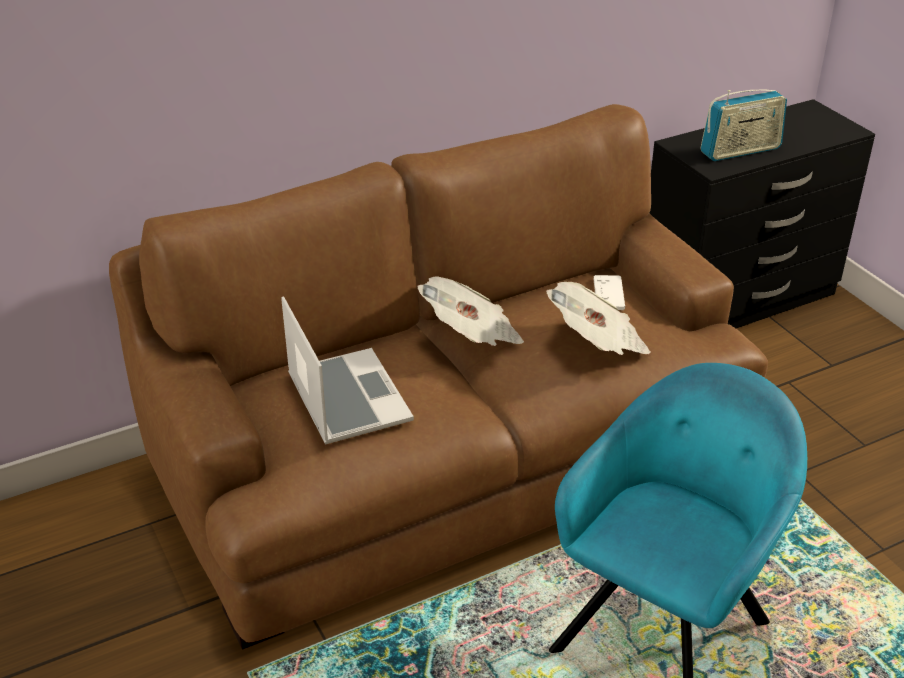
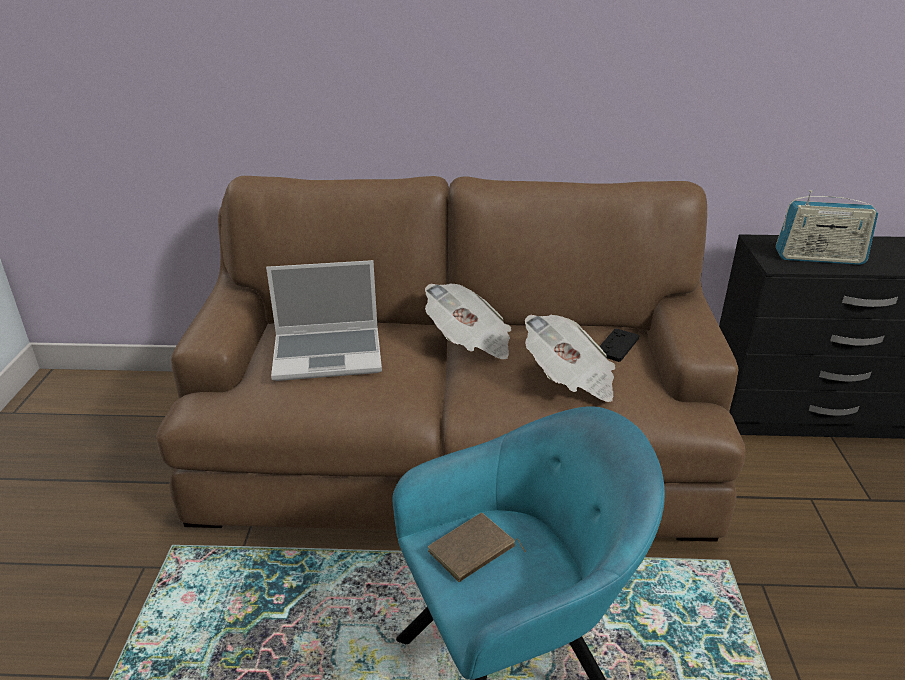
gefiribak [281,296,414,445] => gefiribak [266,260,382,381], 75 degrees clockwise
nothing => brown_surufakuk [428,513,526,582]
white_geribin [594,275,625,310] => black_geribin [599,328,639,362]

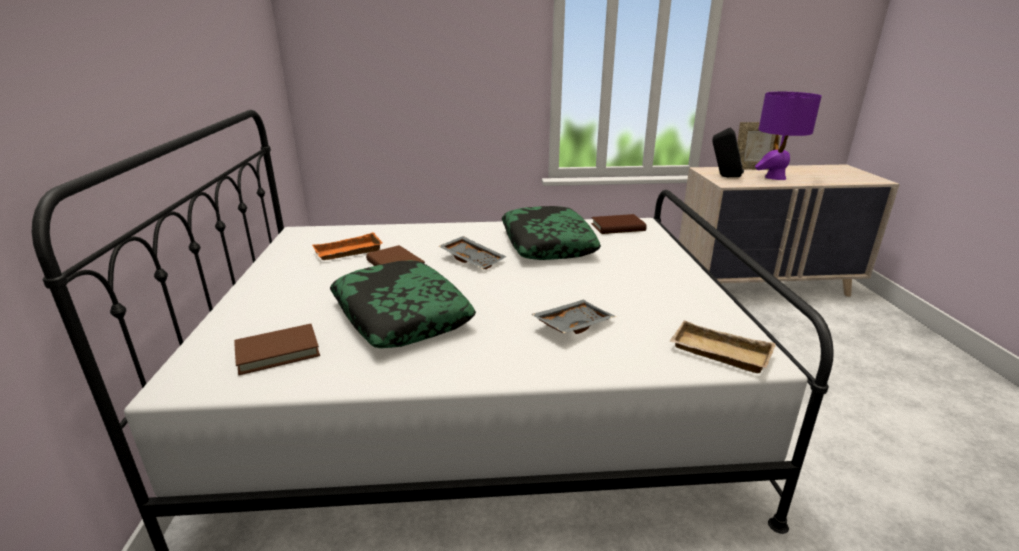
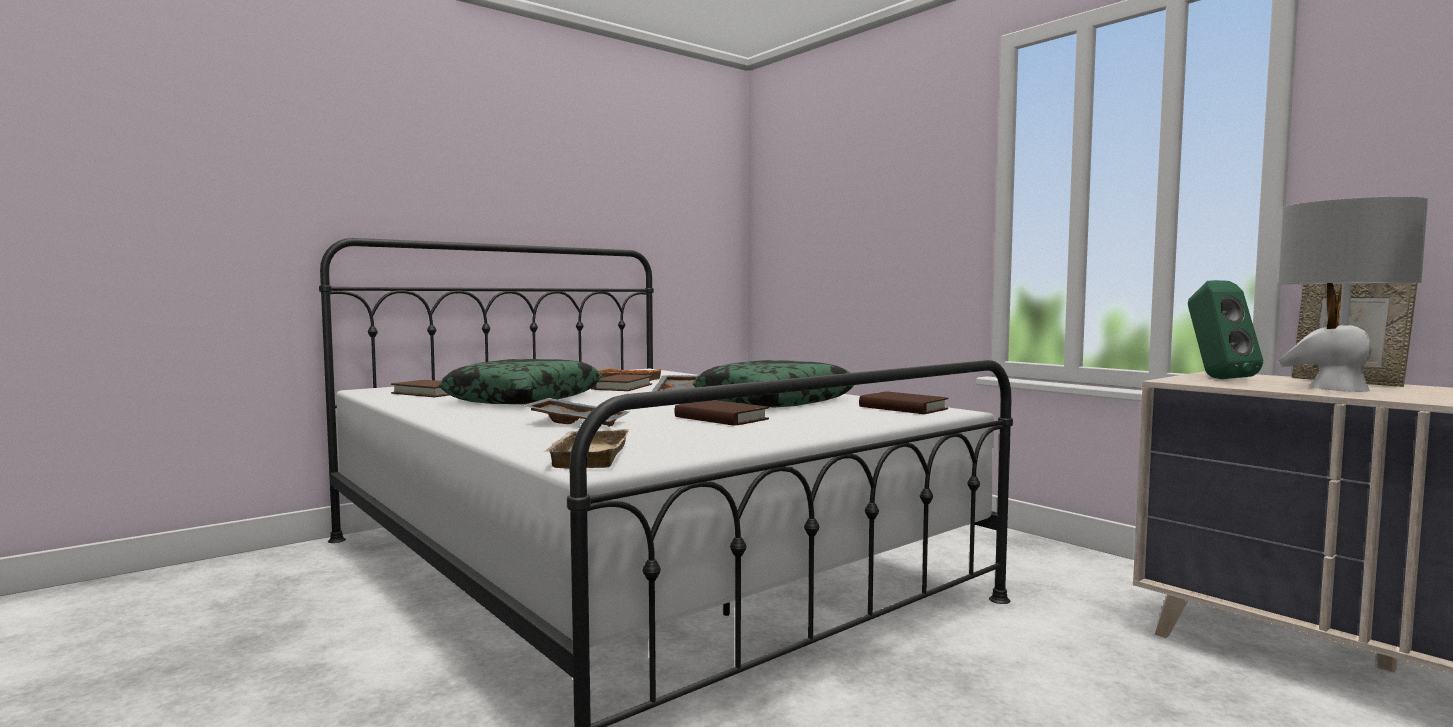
nothing => brown_surufakuk [674,400,769,426]
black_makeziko [712,127,744,177] => green_makeziko [1188,280,1263,379]
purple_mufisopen [755,92,822,180] => grey_mufisopen [1279,197,1428,392]

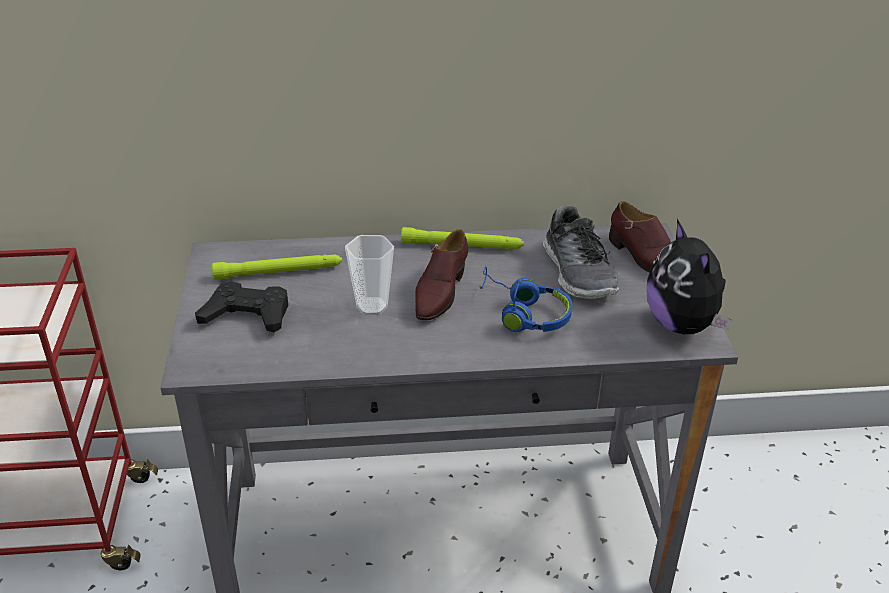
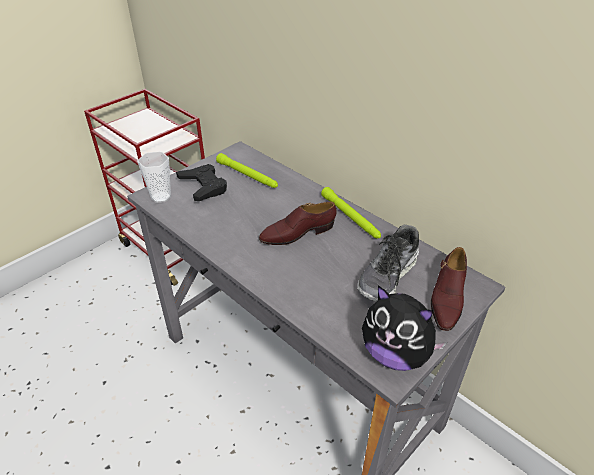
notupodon [345,235,394,315] => notupodon [137,152,171,203], move
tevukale [646,219,732,334] => tevukale [362,285,447,371], 90 degrees counterclockwise
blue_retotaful [479,267,572,332] => nothing

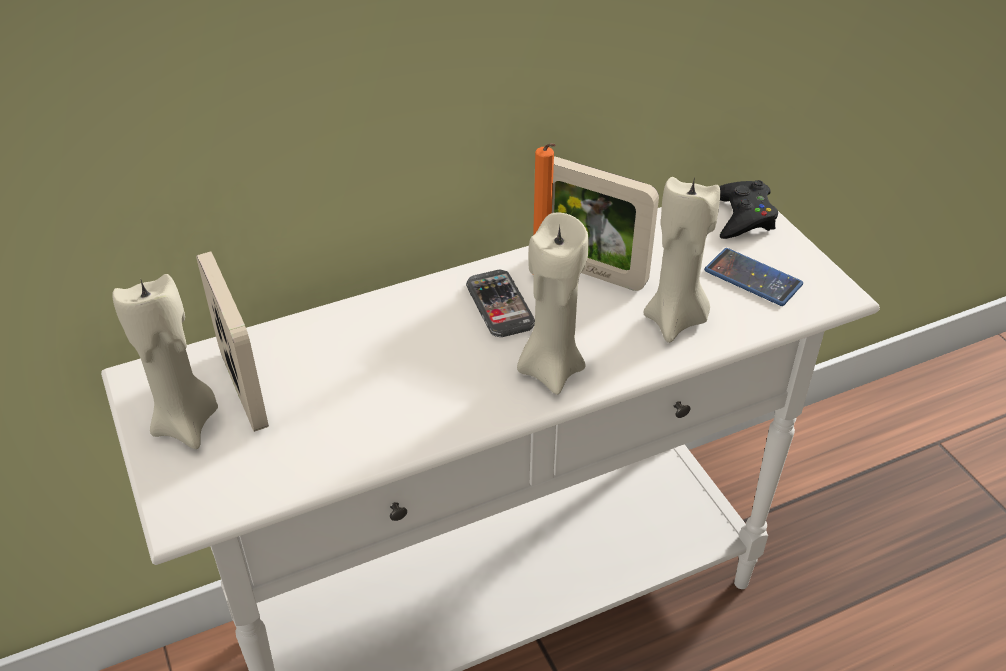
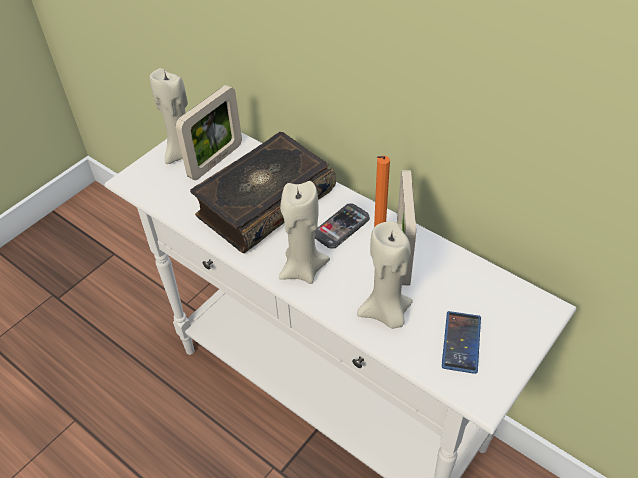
nothing => surufakuk [190,132,336,253]
black_geribin [719,180,778,239] => nothing

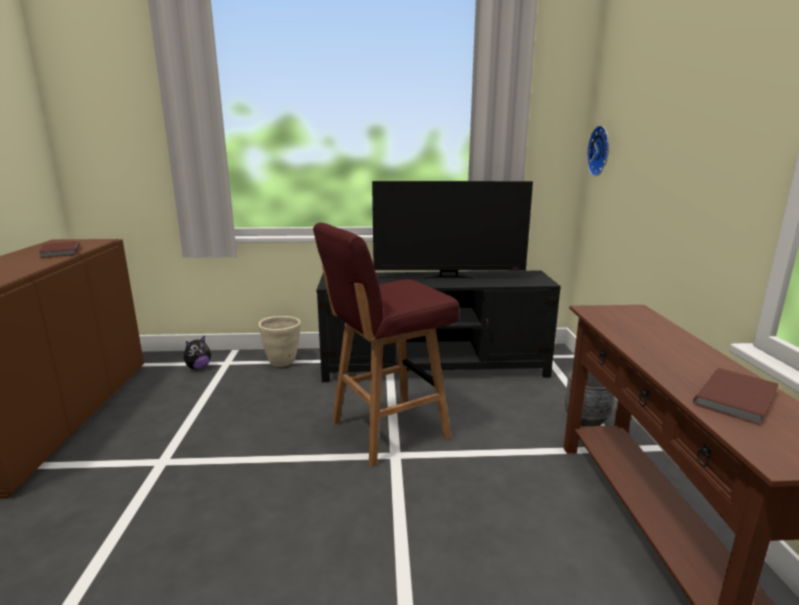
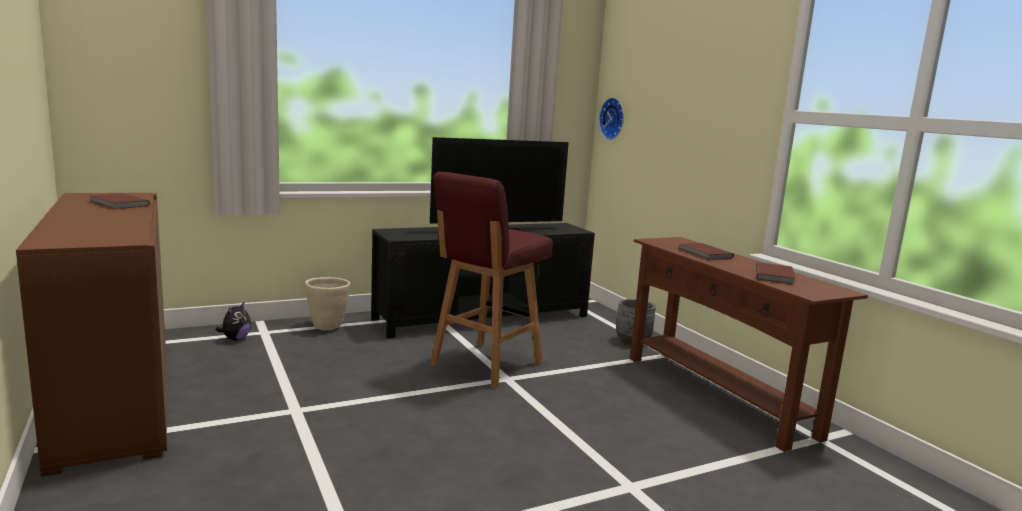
nothing => brown_surufakuk [680,243,734,260]

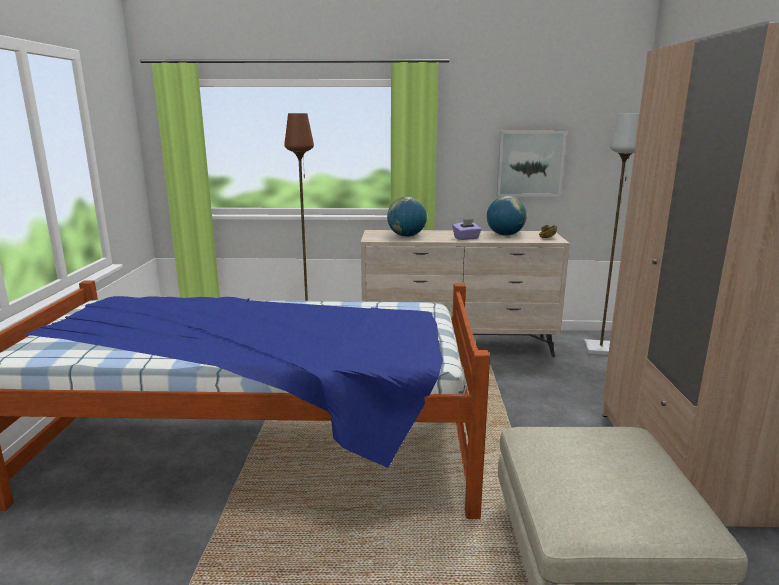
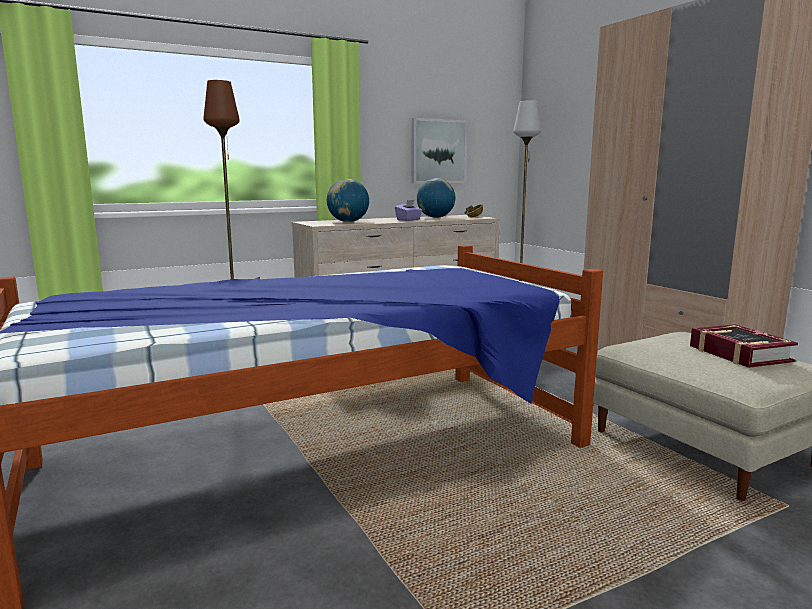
nothing => surufakuk [690,324,798,368]

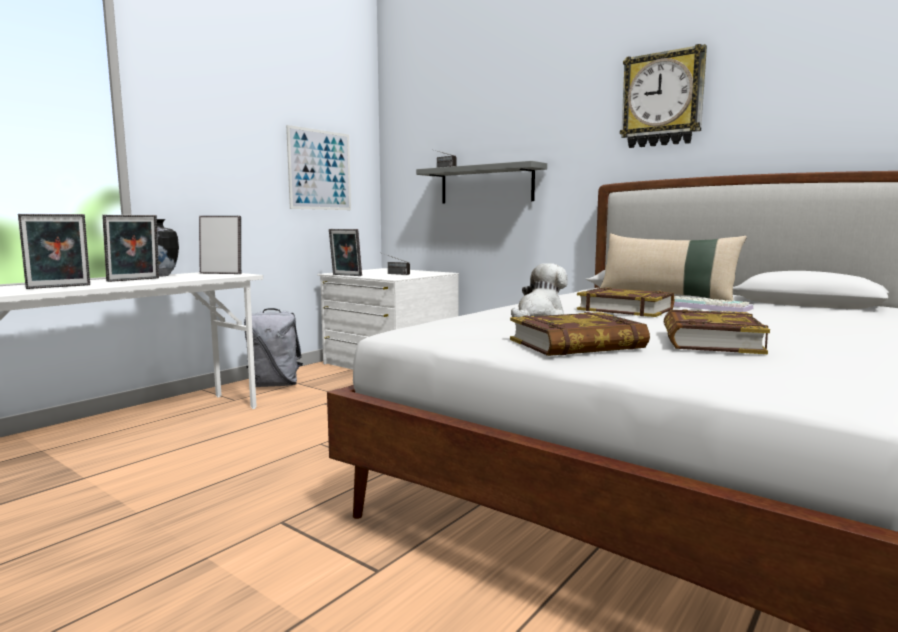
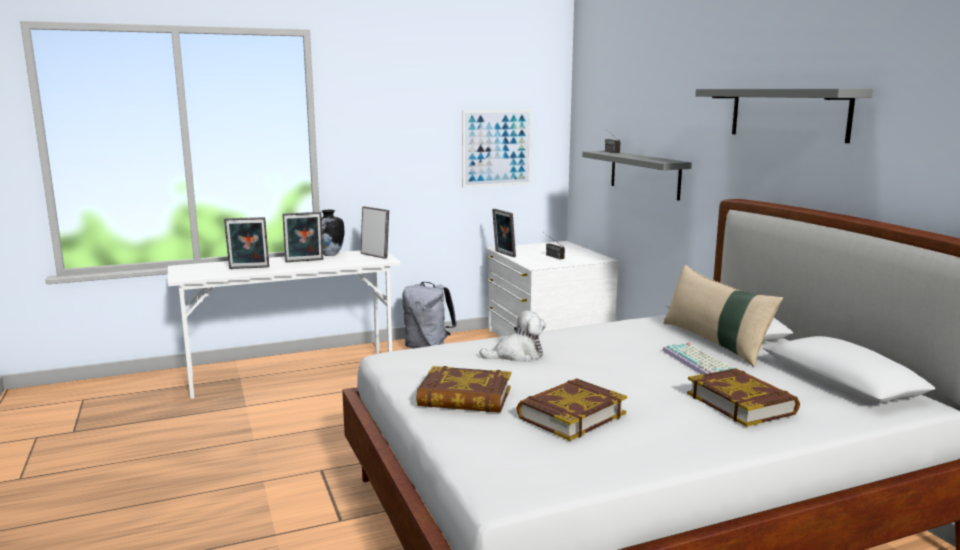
surufakuk [577,287,674,317] => surufakuk [687,368,800,427], move
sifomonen [620,44,707,148] => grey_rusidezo [695,89,873,143]

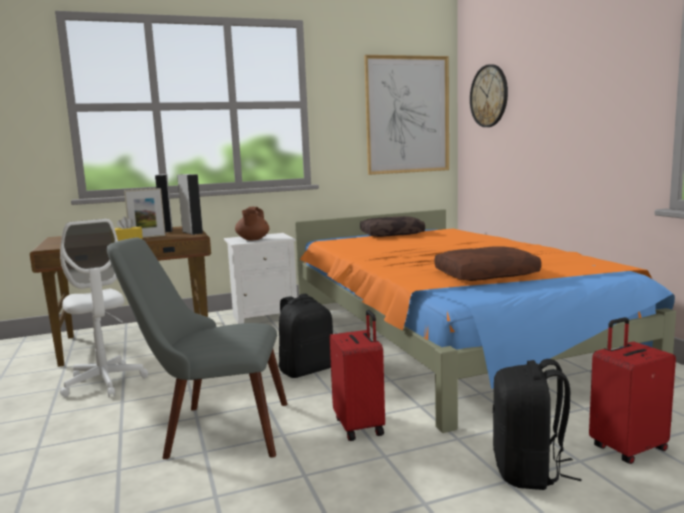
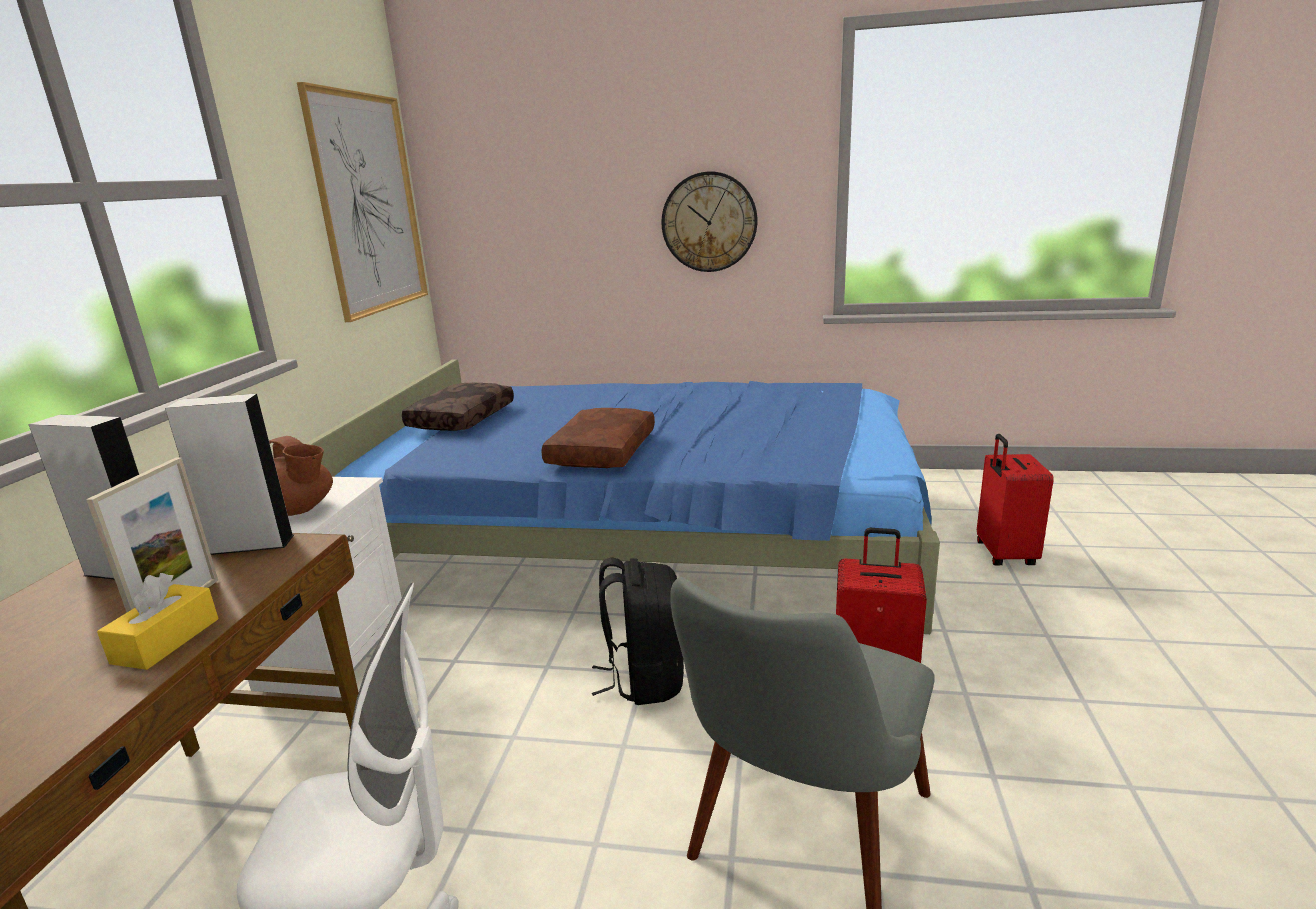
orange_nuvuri [295,209,676,433] => blue_nuvuri [306,359,940,634]
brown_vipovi [434,246,541,281] => brown_vipovi [541,408,655,468], move
sifomonen [470,64,508,127] => sifomonen [661,172,757,272], move
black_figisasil [493,359,581,490] => nothing

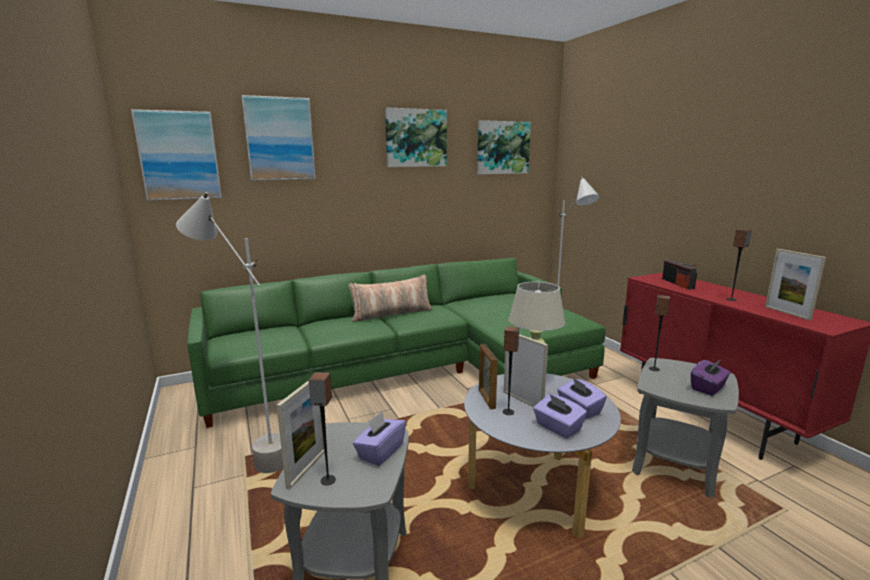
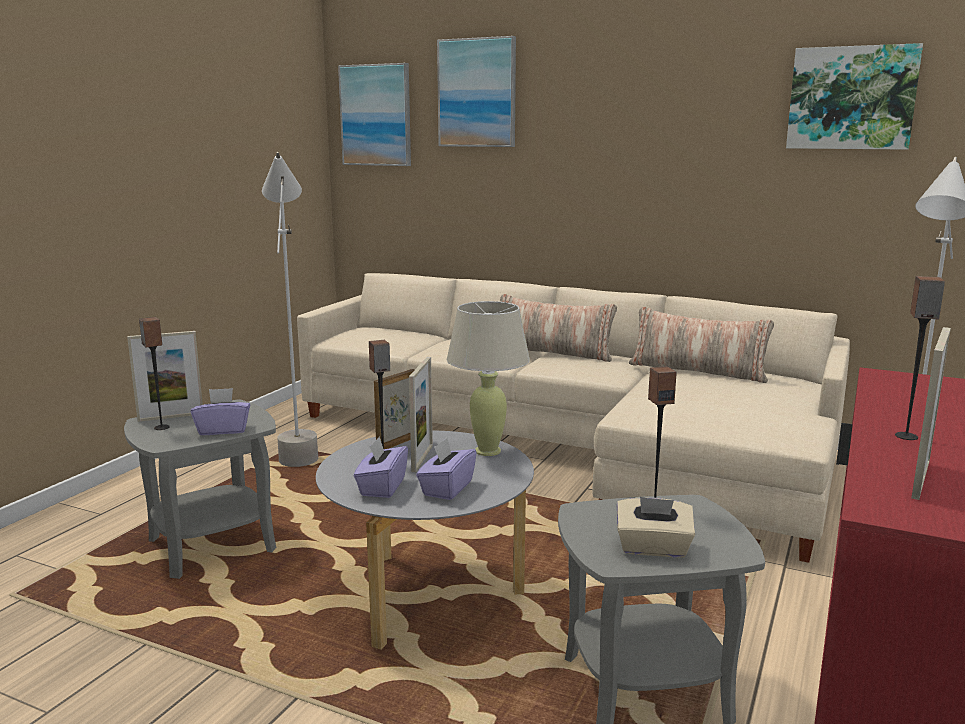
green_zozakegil [187,258,606,428] => beige_zozakegil [297,273,850,563]
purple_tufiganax [691,360,731,396] => beige_tufiganax [617,497,695,558]
nothing => vipovi [629,307,774,383]
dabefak [385,107,447,167] => nothing
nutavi [662,260,698,289] => nothing

